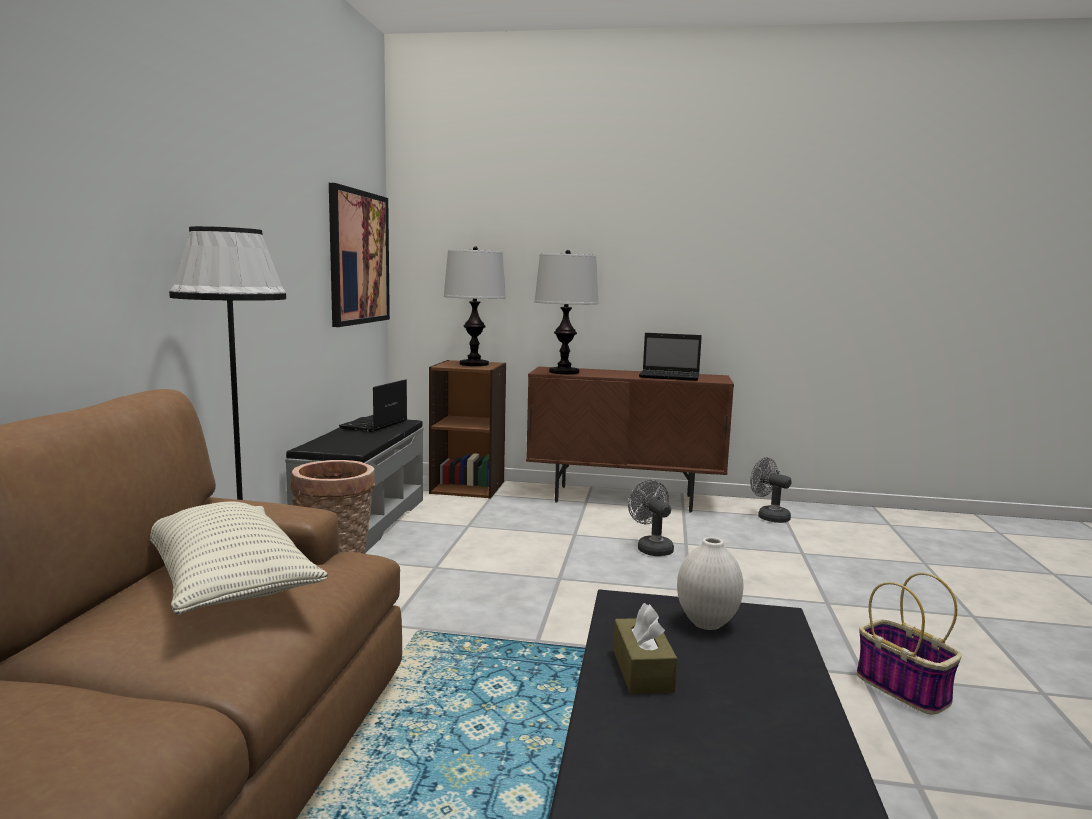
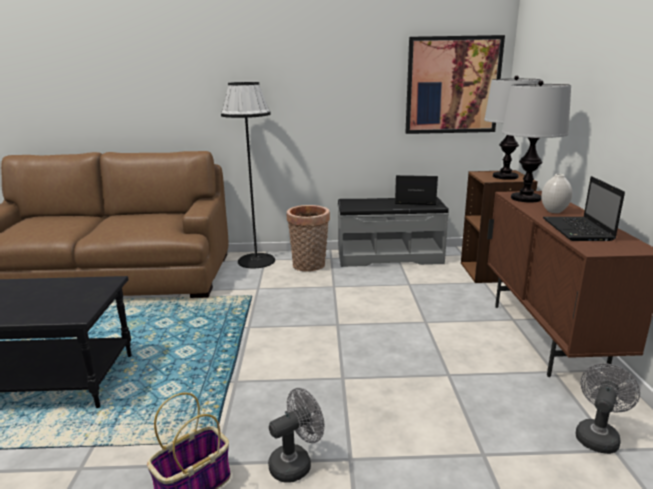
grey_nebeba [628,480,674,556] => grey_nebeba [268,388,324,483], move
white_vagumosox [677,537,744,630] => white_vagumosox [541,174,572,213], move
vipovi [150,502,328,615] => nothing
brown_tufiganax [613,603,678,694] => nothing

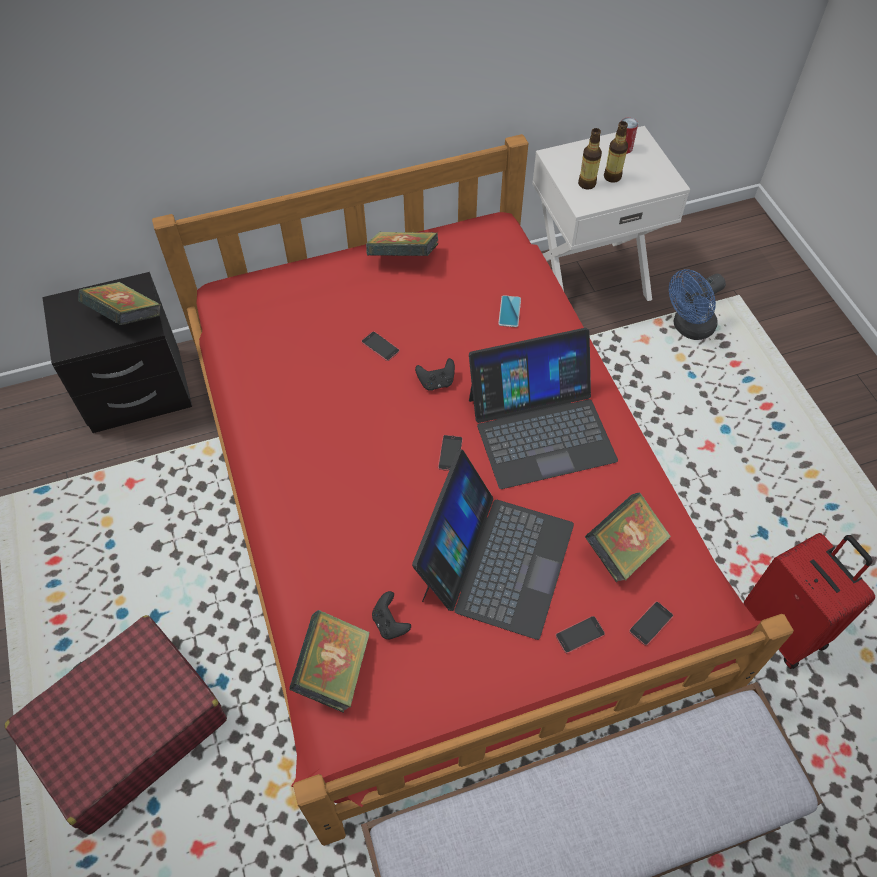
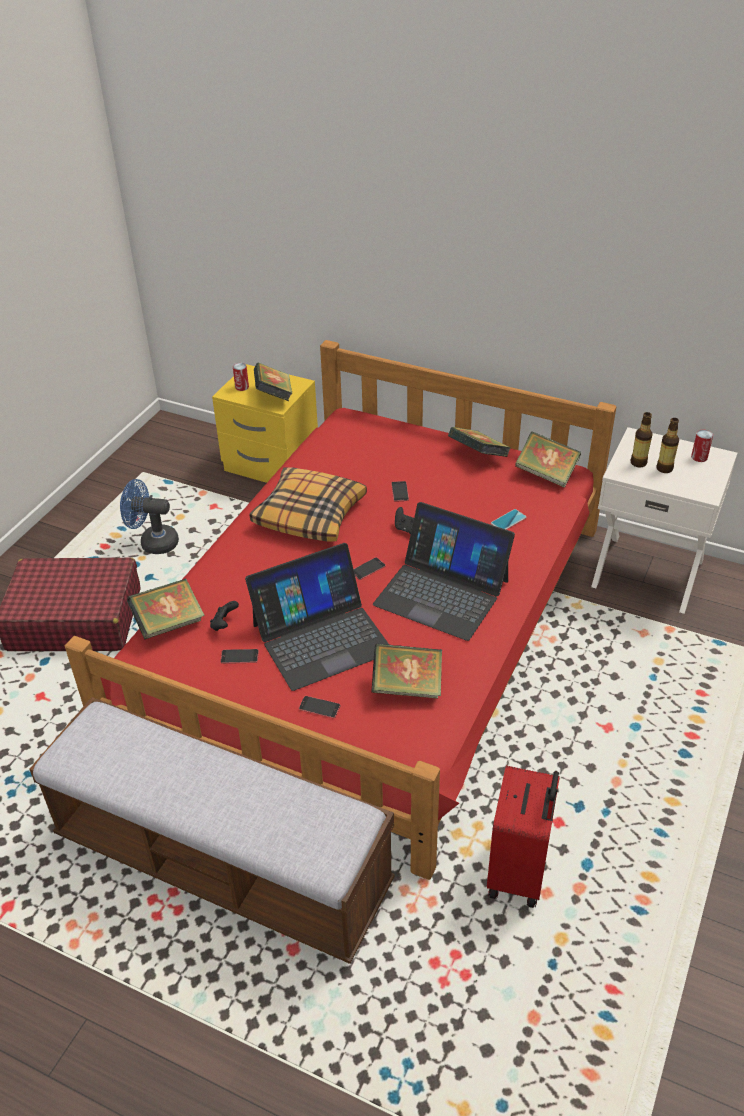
blue_nebeba [669,269,726,340] => blue_nebeba [120,479,179,554], move
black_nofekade [42,272,192,433] => yellow_nofekade [212,364,318,483]
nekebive [629,601,673,646] => nekebive [220,649,259,664], move
nothing => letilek [233,363,249,391]
nothing => vipovi [250,467,367,542]
nothing => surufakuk [515,431,581,488]

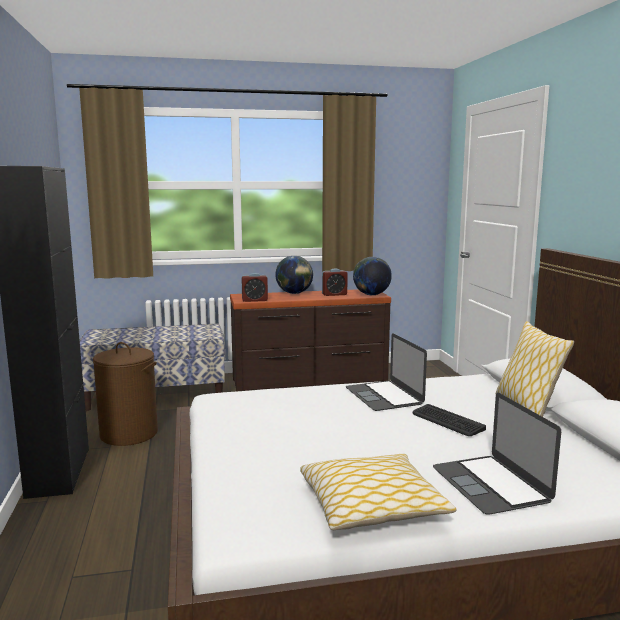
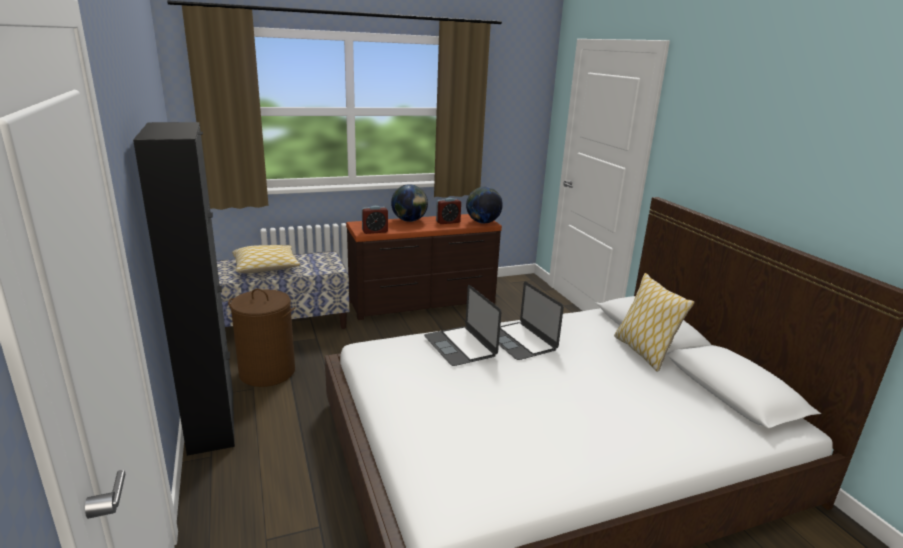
vipovi [300,454,457,530] => vipovi [232,245,300,273], move
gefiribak [433,393,561,515] => gefiribak [424,285,501,366], move
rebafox [412,404,486,436] => nothing

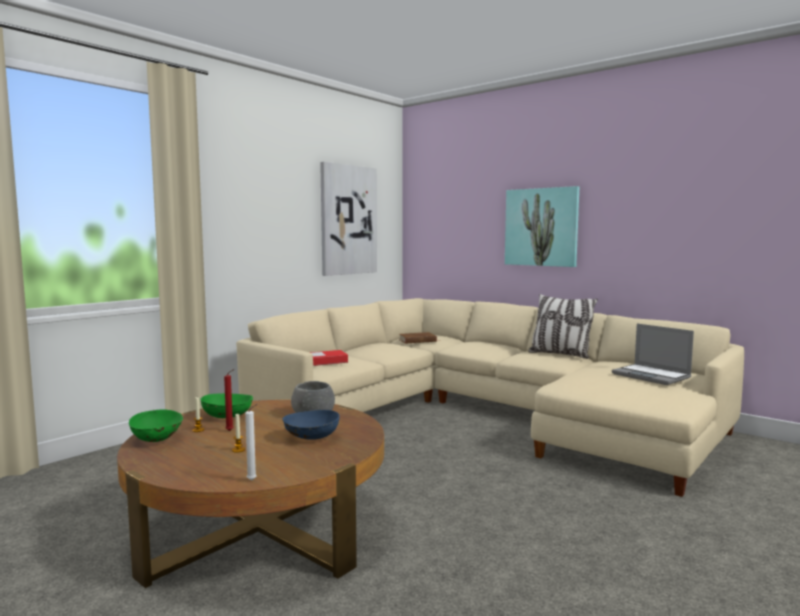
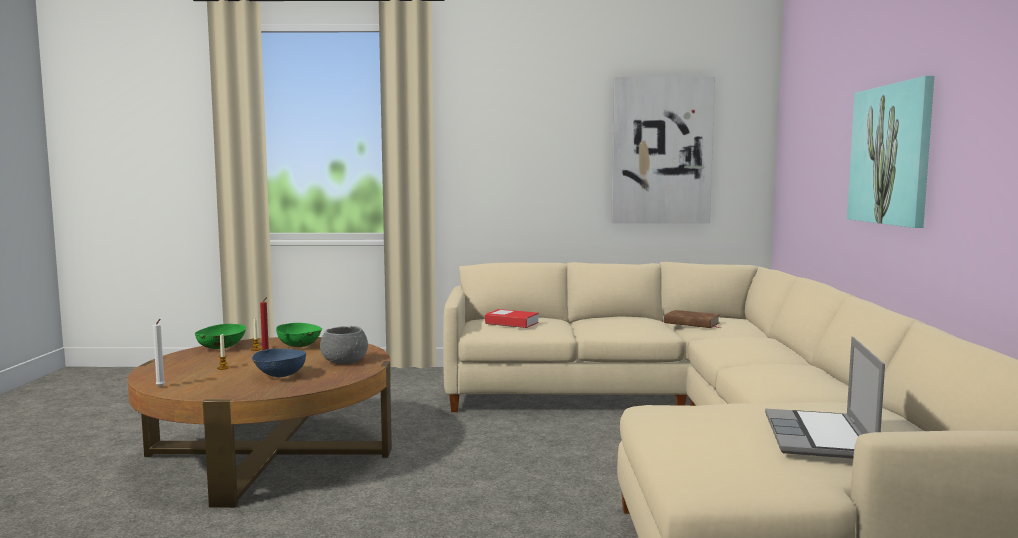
vipovi [528,294,598,359] => nothing

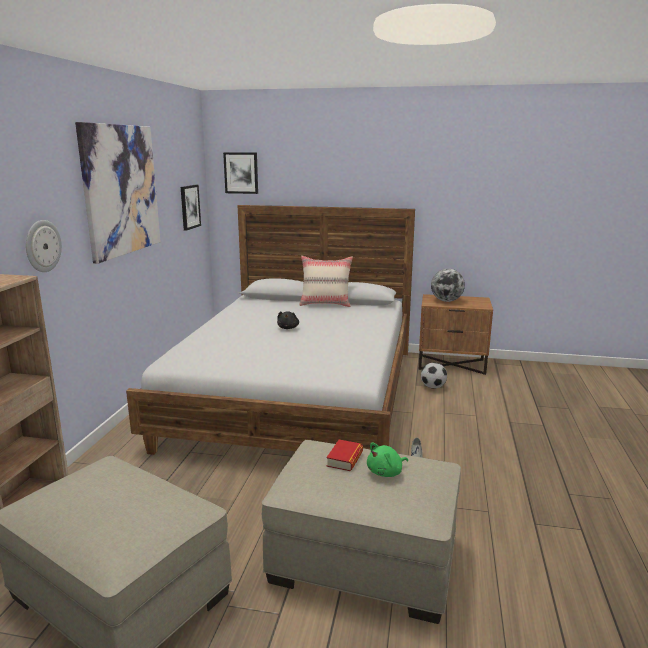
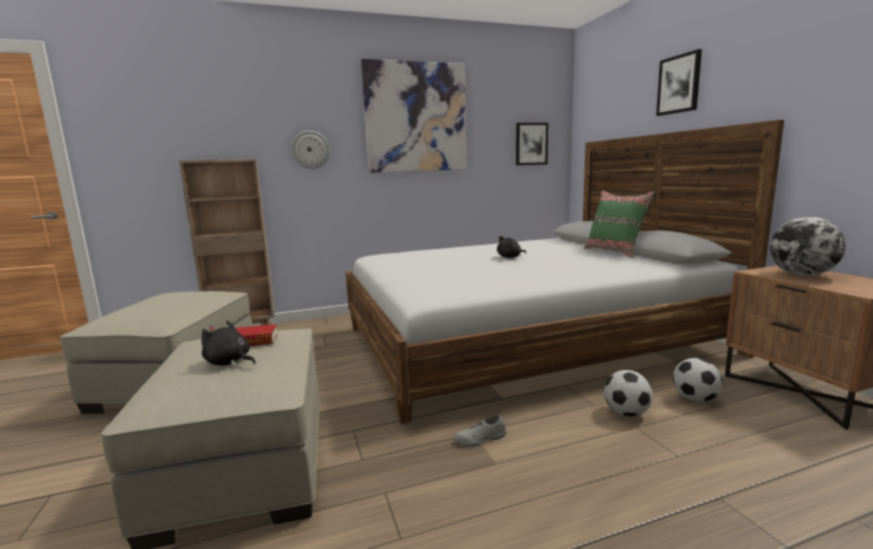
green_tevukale [367,442,408,477] => black_tevukale [202,320,256,367]
beige_vipovi [299,256,353,307] => green_vipovi [584,191,655,258]
nothing => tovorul [604,370,653,416]
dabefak [223,152,258,194] => dabefak [656,49,702,116], move

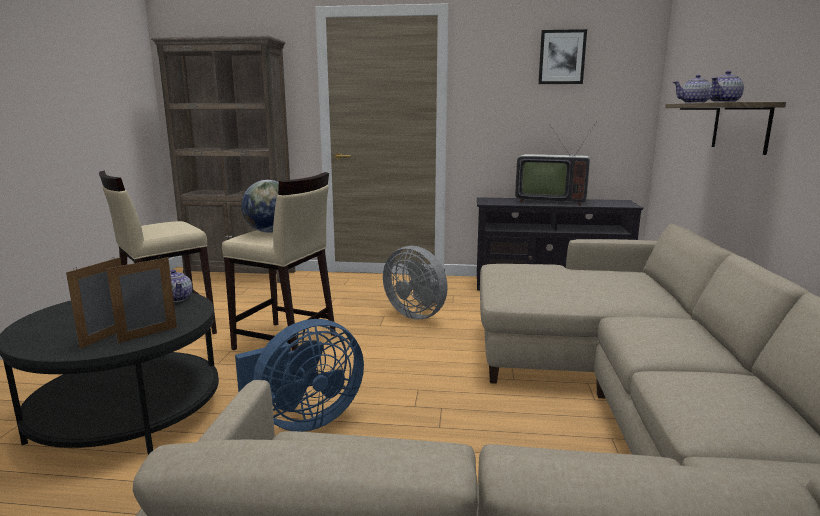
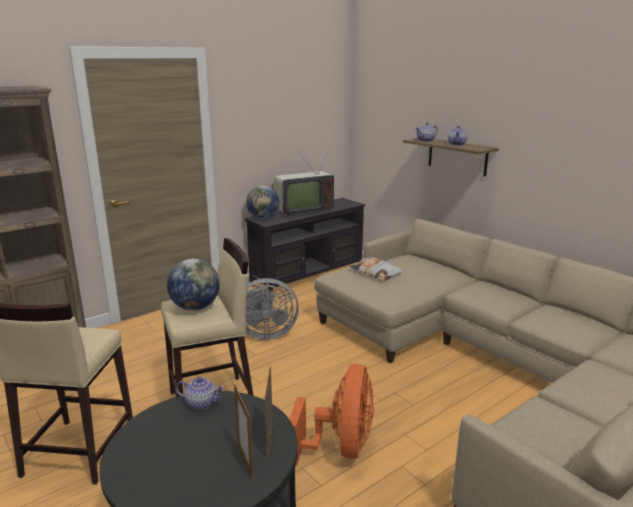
nothing => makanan [246,186,279,219]
blue_nebeba [235,319,364,432] => orange_nebeba [289,364,374,466]
nothing => vipovi [349,257,404,281]
dabefak [538,29,587,84] => nothing

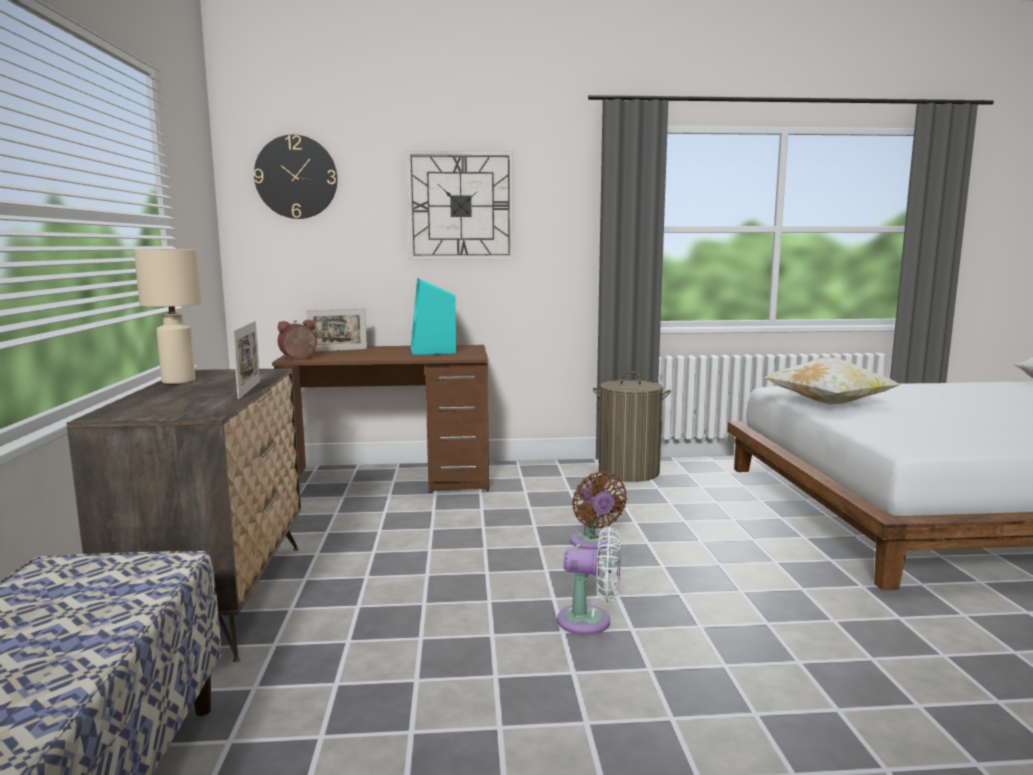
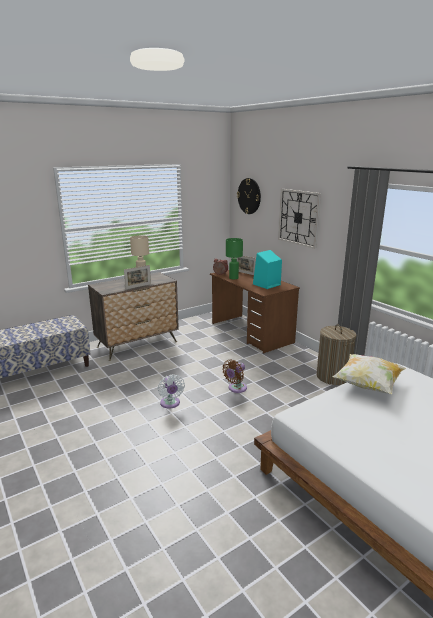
nothing => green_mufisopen [226,238,243,279]

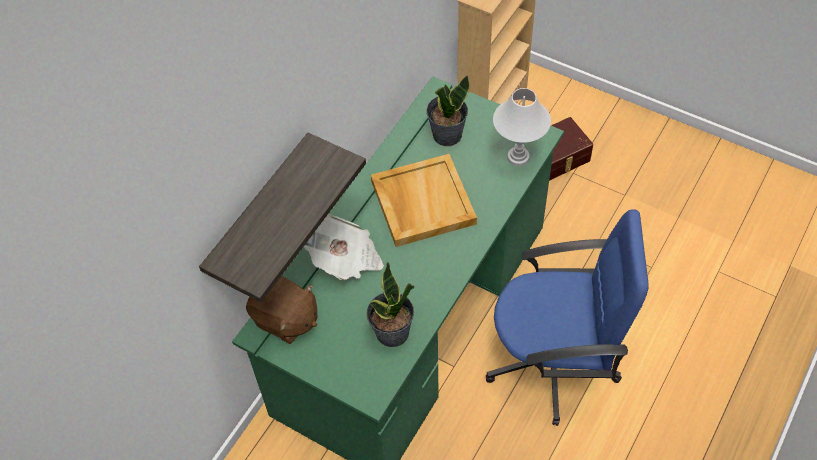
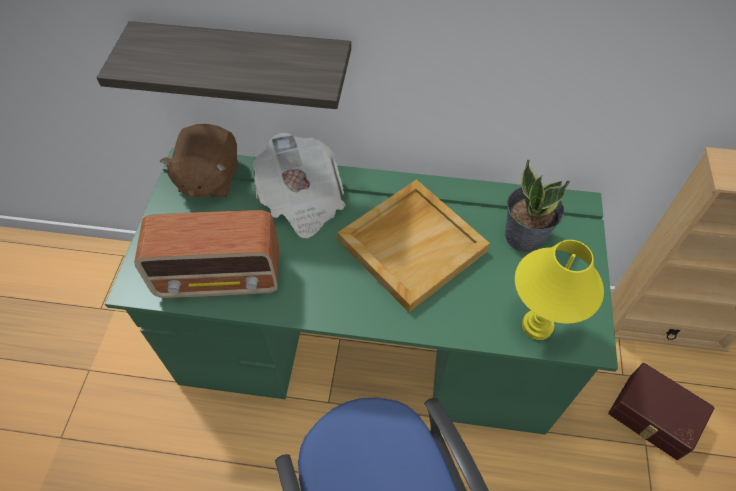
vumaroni [366,262,414,347] => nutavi [134,210,279,298]
white_mufisopen [493,88,551,167] => yellow_mufisopen [515,240,604,340]

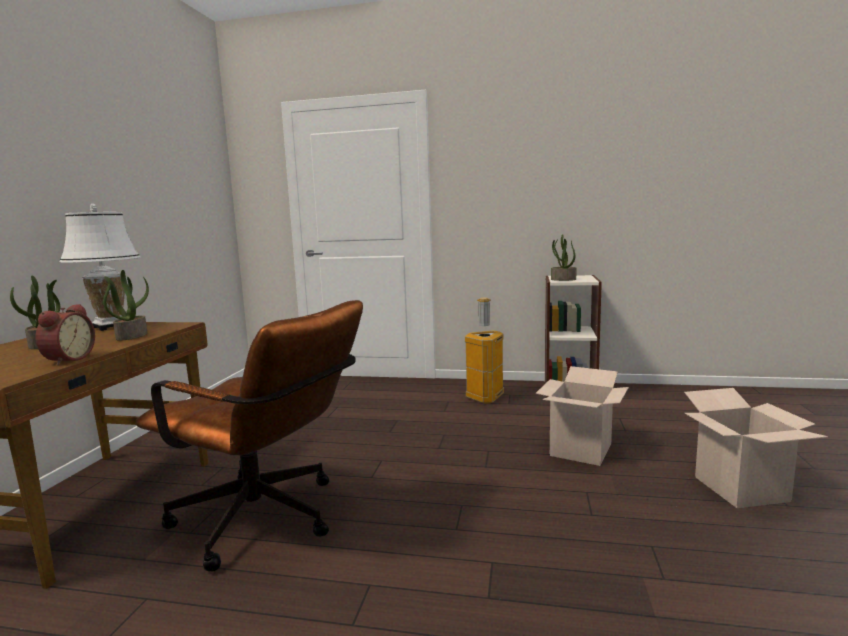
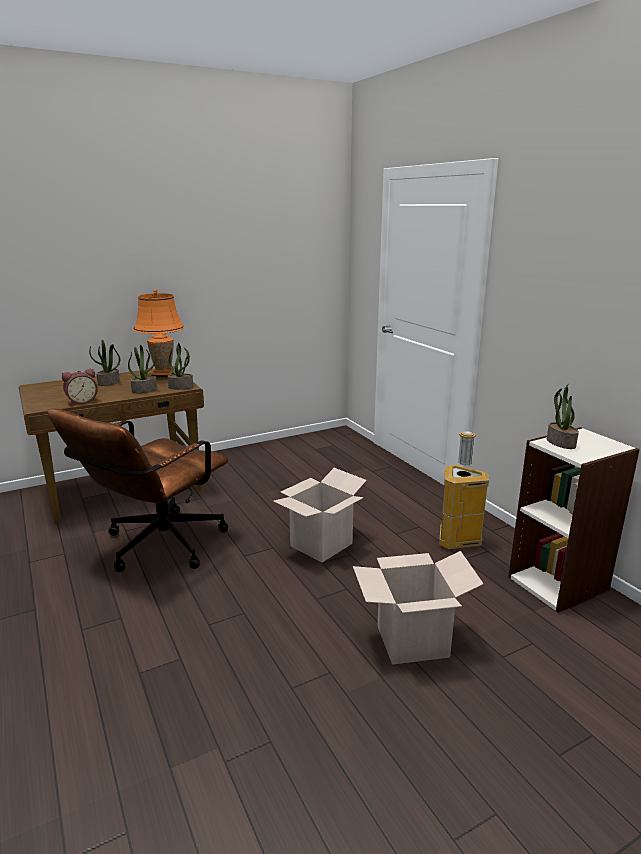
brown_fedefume [135,300,363,572] => brown_fedefume [48,409,228,572], 45 degrees clockwise
white_mufisopen [60,204,140,331] => orange_mufisopen [134,289,184,379]
nothing => vumaroni [167,342,193,390]
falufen [684,388,828,508] => falufen [273,468,367,563], move

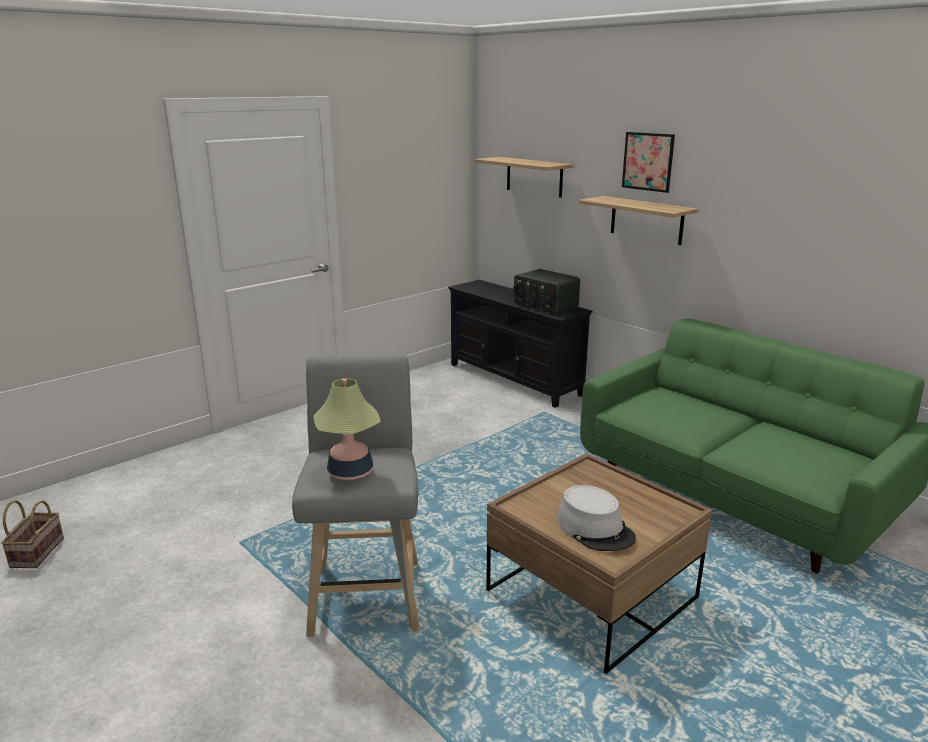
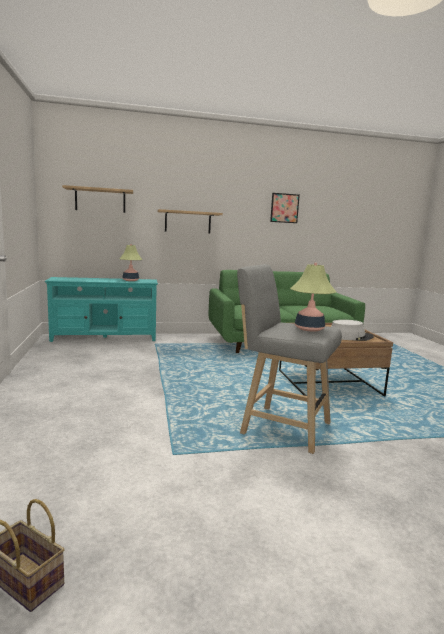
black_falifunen [448,280,593,408] => turquoise_falifunen [45,277,158,342]
nutavi [513,269,580,315] => mufisopen [119,244,142,281]
dabefak [622,132,675,193] => dabefak [270,193,300,223], move

